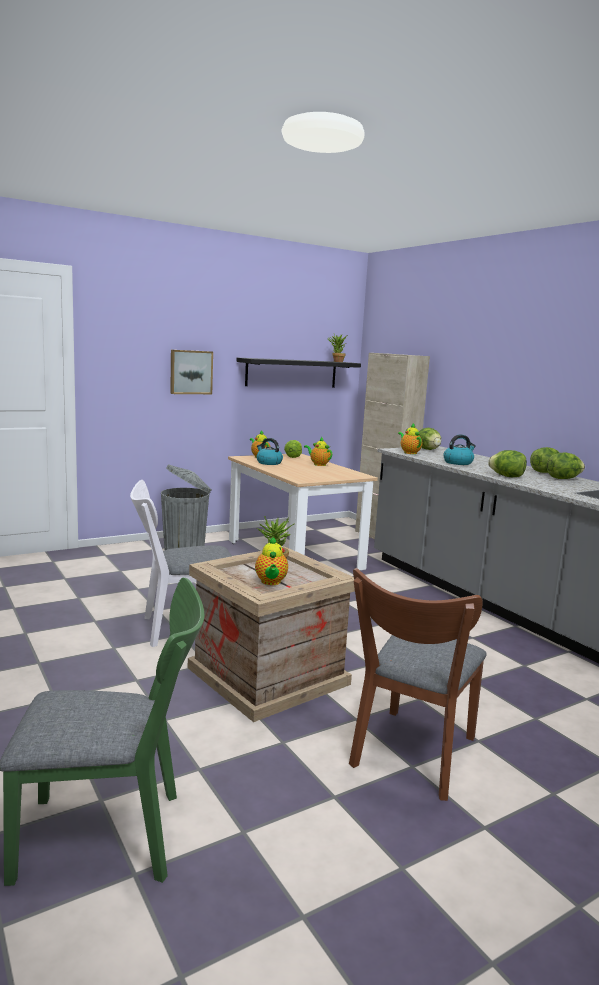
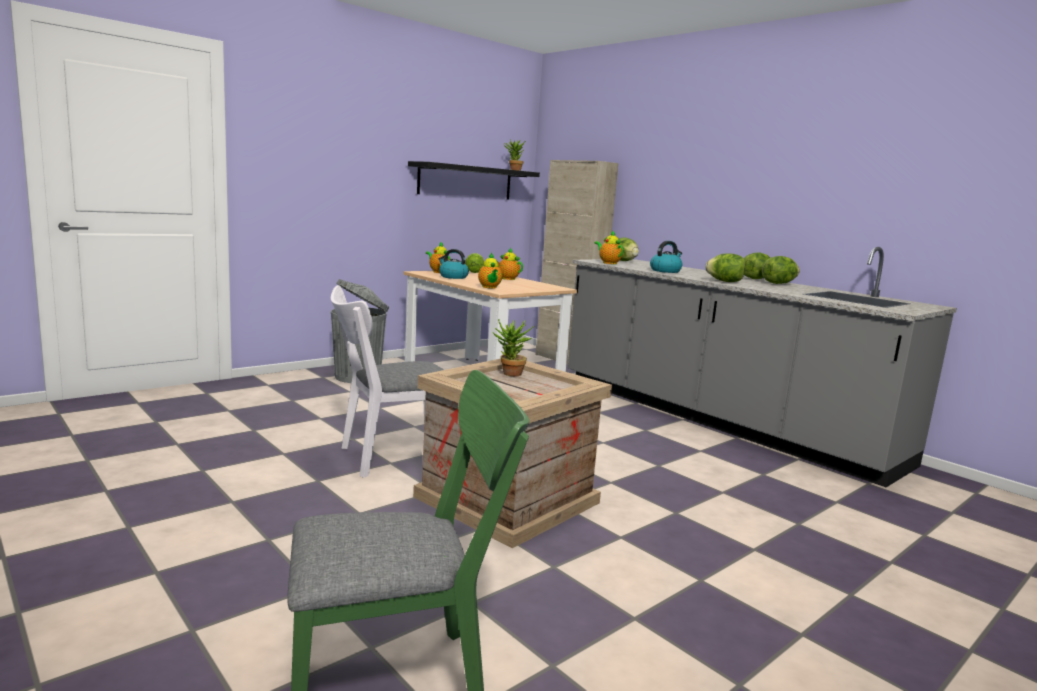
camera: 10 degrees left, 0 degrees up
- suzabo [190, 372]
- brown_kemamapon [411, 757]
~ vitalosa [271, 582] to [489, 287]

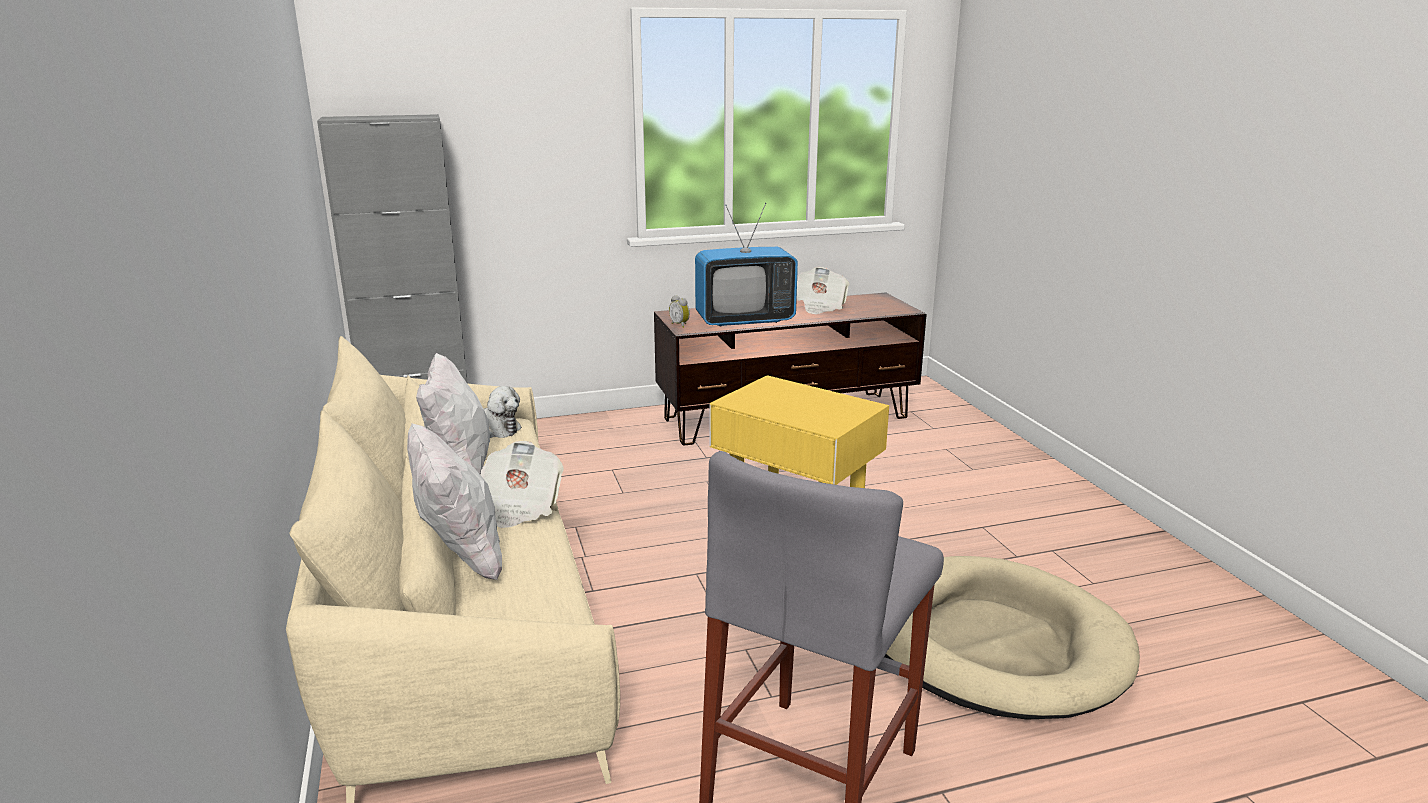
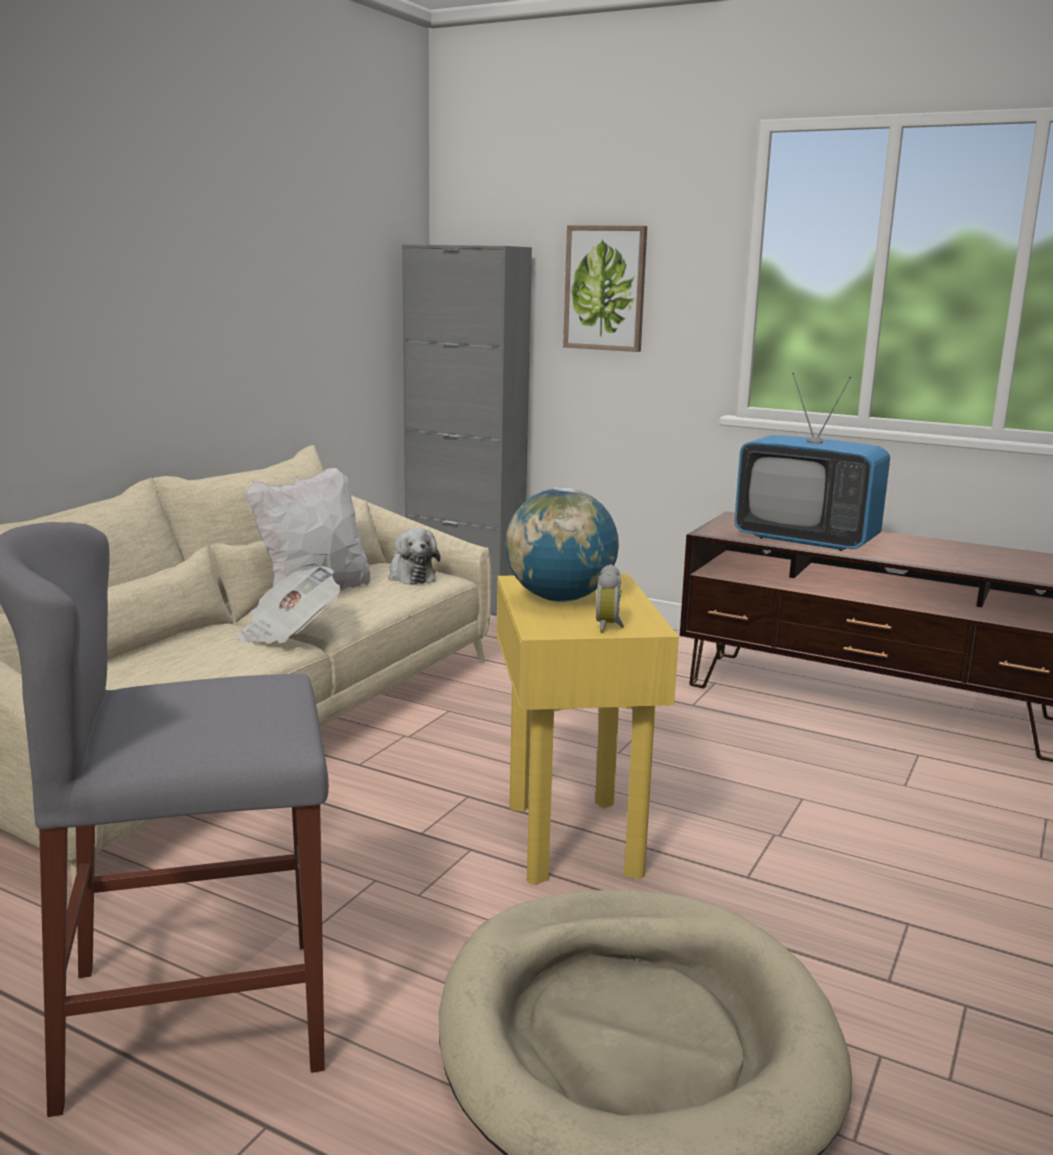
camera: 45 degrees right, 5 degrees down
- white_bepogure [461, 560]
- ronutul [819, 306]
+ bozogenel [560, 599]
+ suzabo [605, 288]
~ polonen [680, 325] to [610, 627]

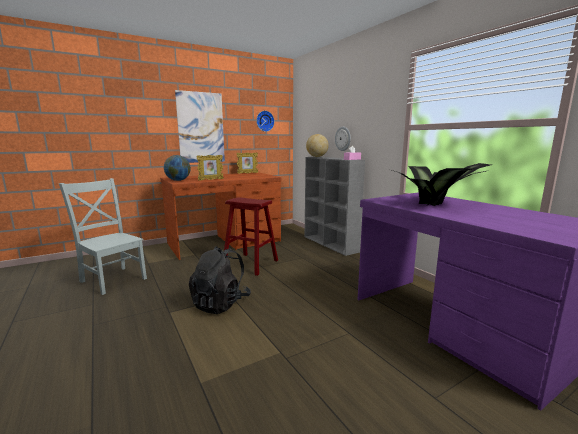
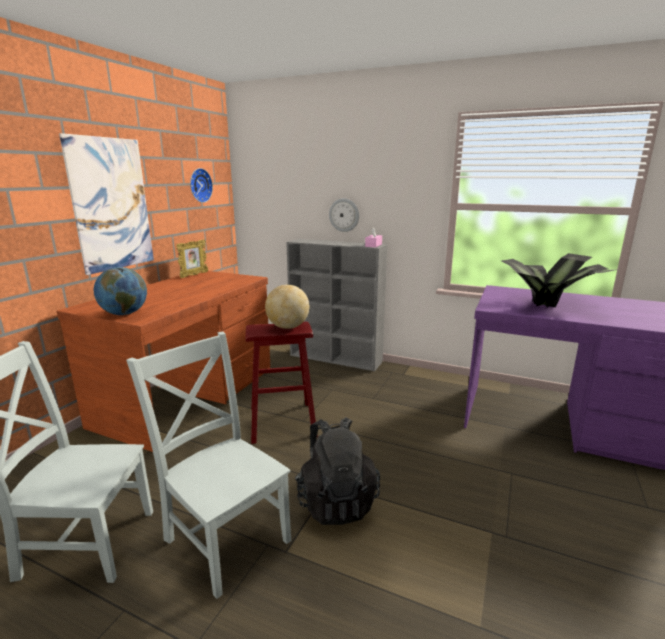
camera: 35 degrees left, 5 degrees up
- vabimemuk [211, 180]
+ grey_kemamapon [225, 536]
~ bozogenel [317, 156] to [288, 327]

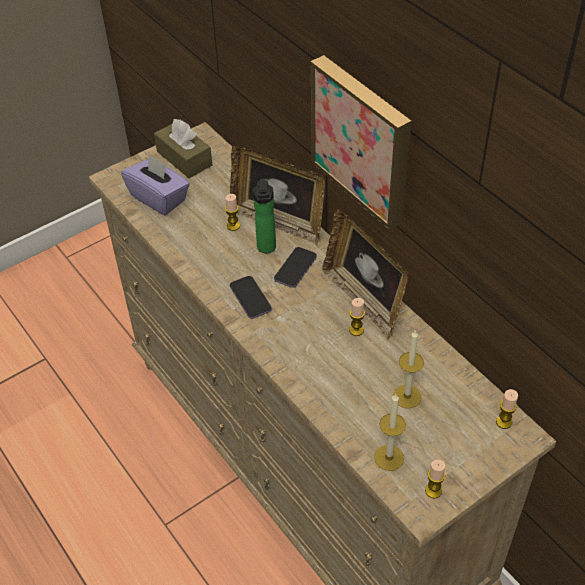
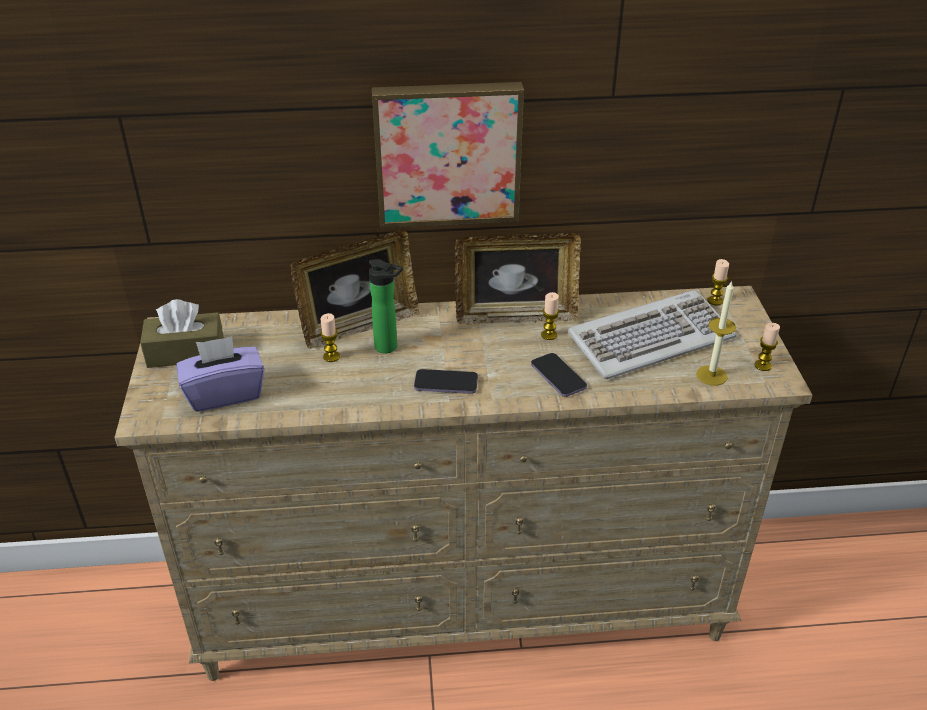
camera: 60 degrees left, 10 degrees down
~ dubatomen [295, 268] to [558, 376]
~ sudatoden [407, 396] to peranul [650, 338]

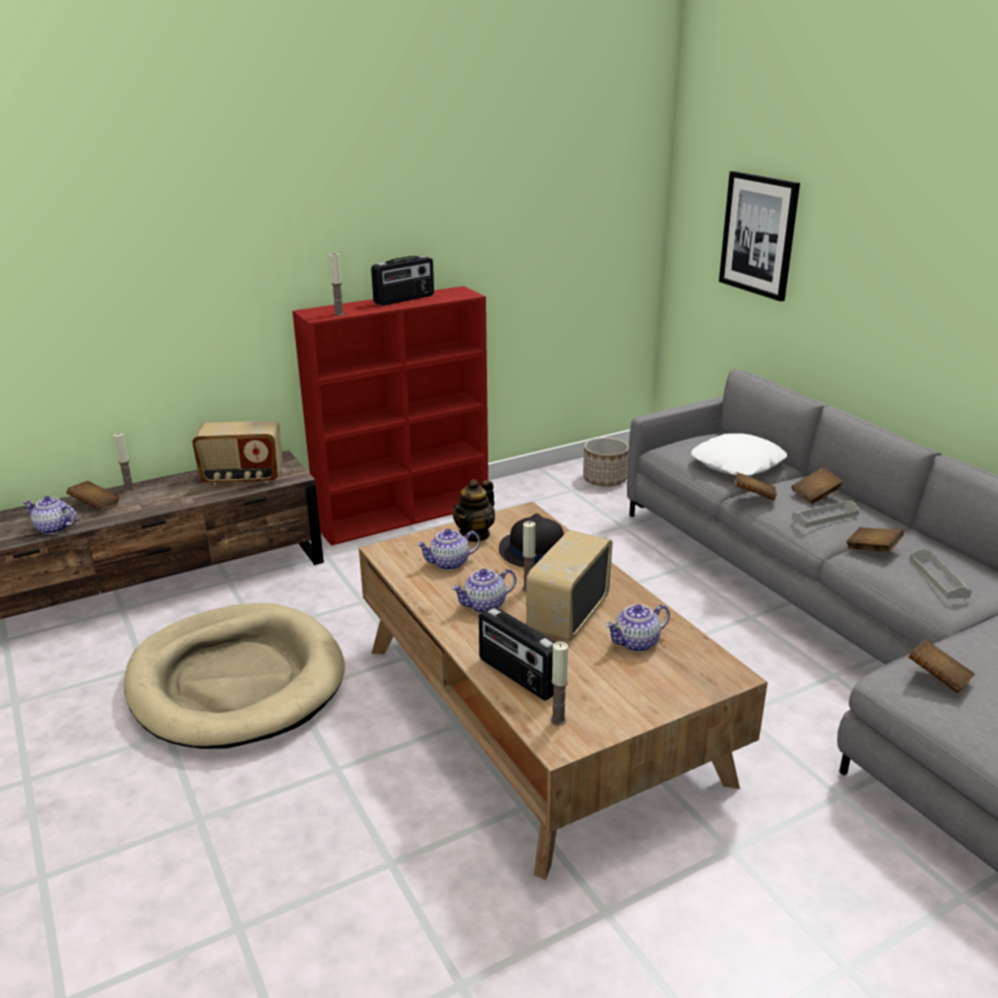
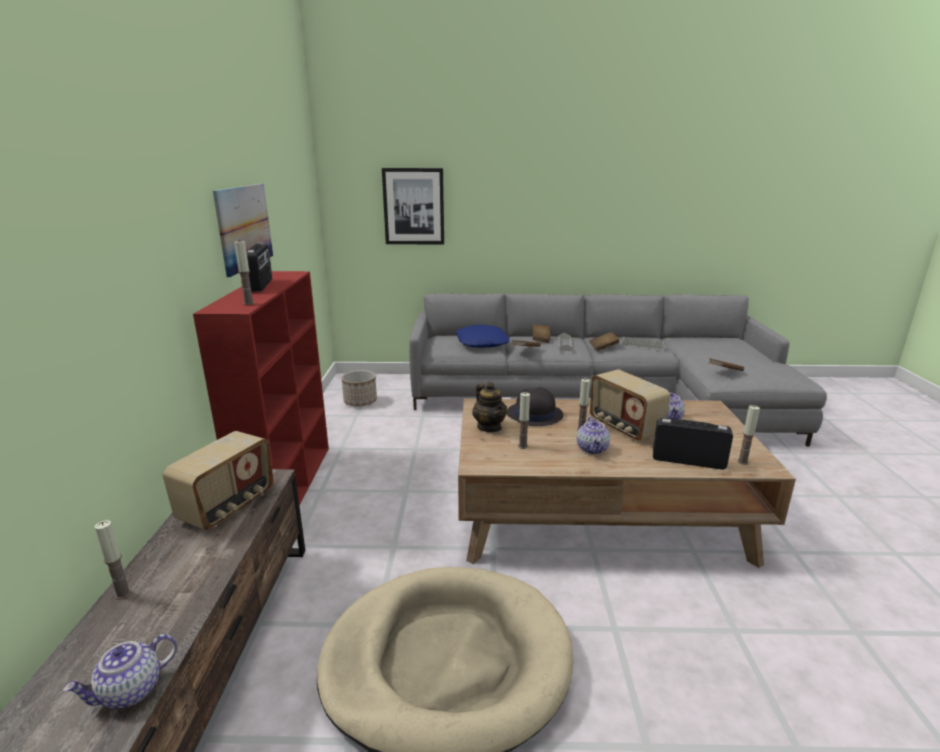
camera: 60 degrees left, 5 degrees down
- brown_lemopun [95, 505]
+ suzabo [244, 227]
~ vitalosa [449, 563] to sudatoden [523, 446]
~ white_bepogure [738, 464] to blue_bepogure [482, 342]
~ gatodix [518, 676] = [688, 461] 150 degrees counterclockwise

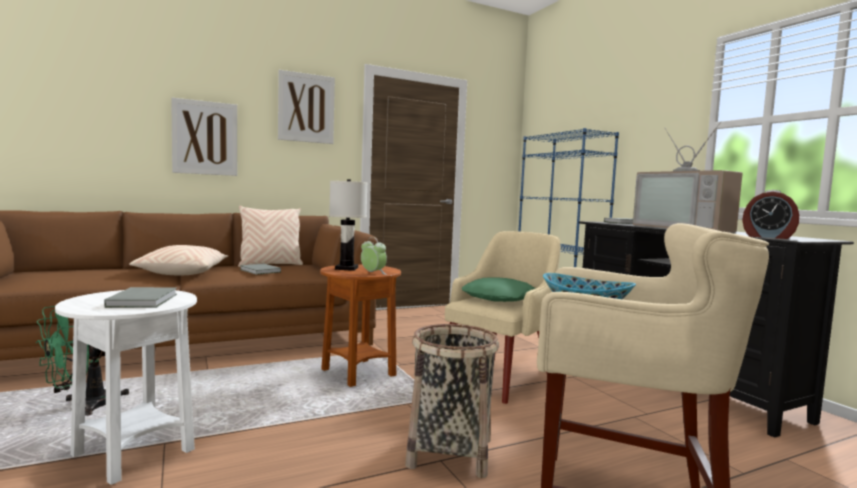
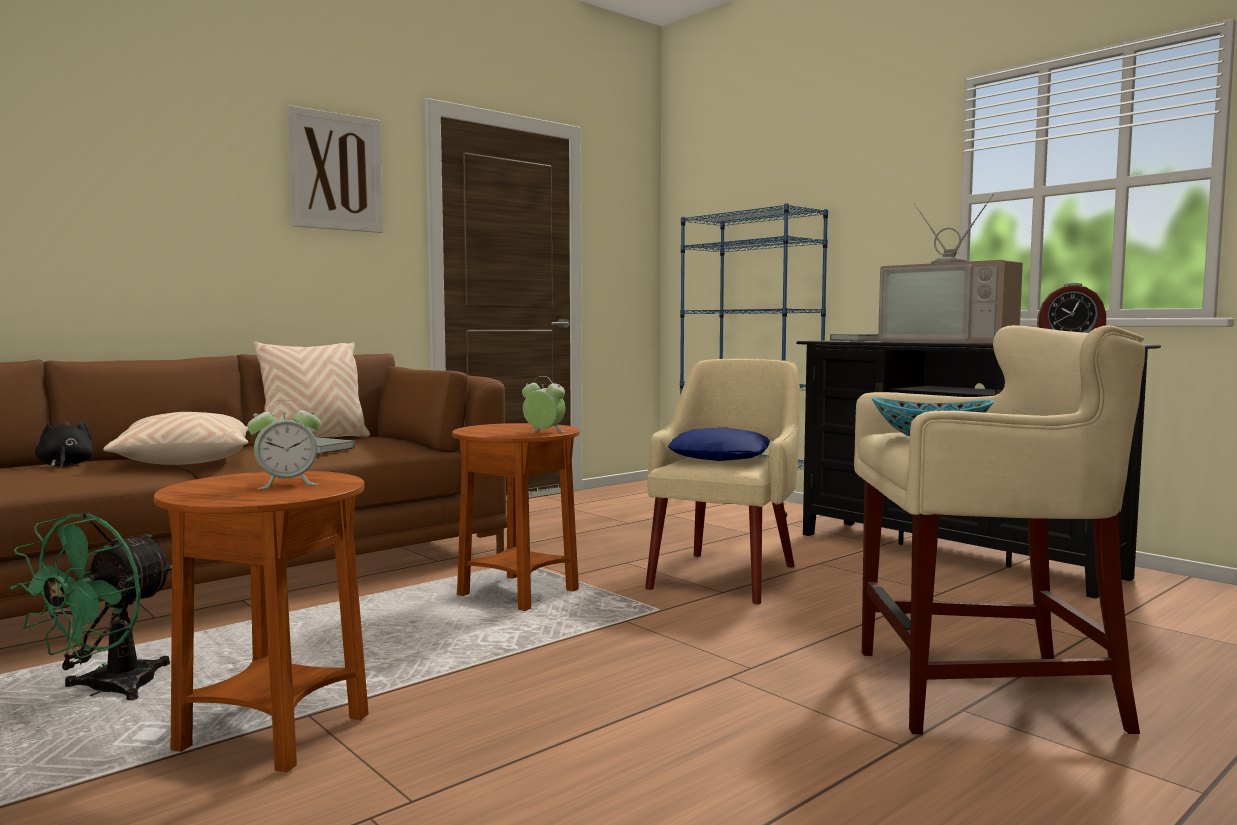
camera: 15 degrees left, 0 degrees up
- suzabo [205, 138]
- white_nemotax [347, 268]
- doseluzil [450, 453]
+ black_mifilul [65, 465]
~ grey_lemopun [144, 300] to polonen [287, 484]
~ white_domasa [133, 454] to brown_domasa [273, 734]
~ green_bepogure [499, 298] to blue_bepogure [721, 457]

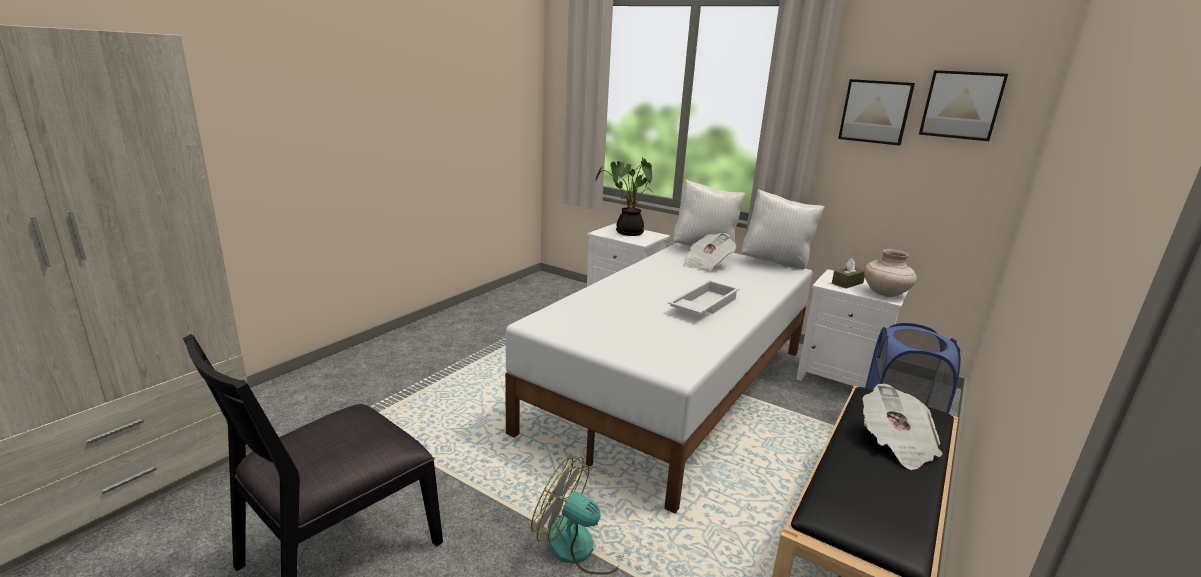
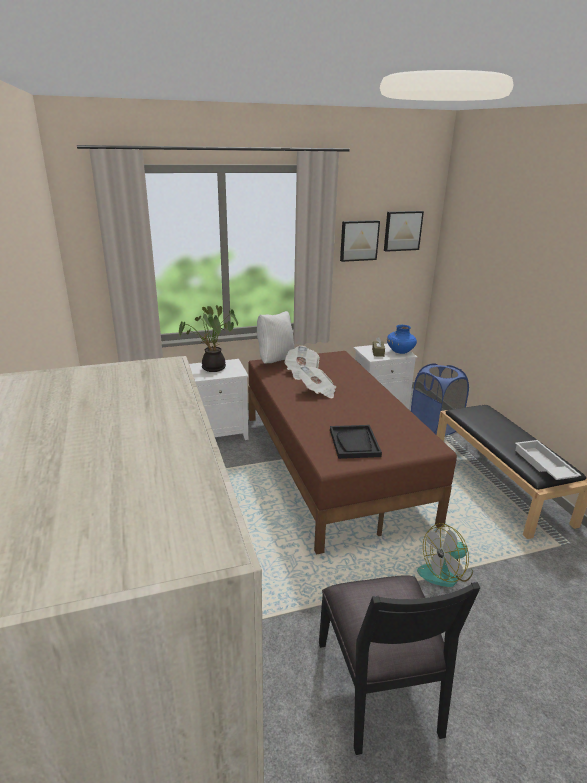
camera: 50 degrees left, 5 degrees up
- white_bepogure [776, 263]
+ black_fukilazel [354, 443]
~ white_fukilazel [702, 305] to [543, 465]
~ ronutul [896, 444] to [317, 391]
~ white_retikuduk [674, 388] to brown_retikuduk [332, 464]
~ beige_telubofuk [885, 293] to blue_telubofuk [400, 351]

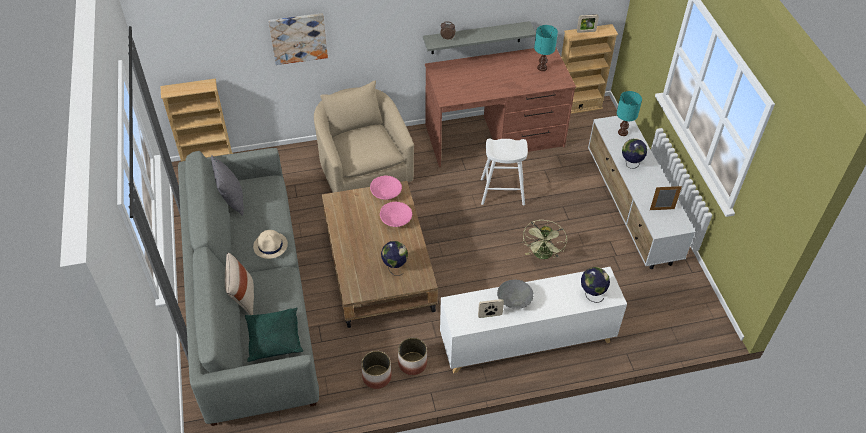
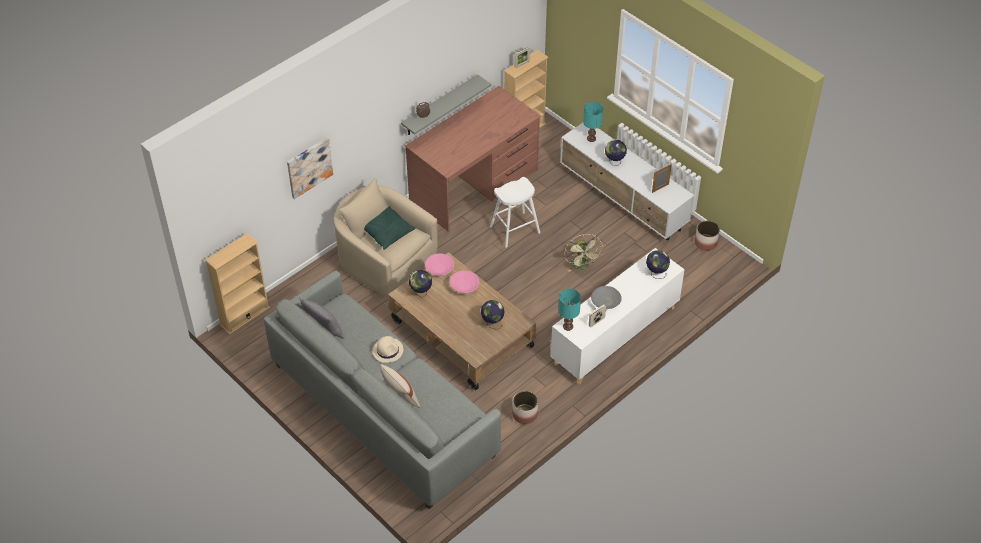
camera: 30 degrees left, 0 degrees up
+ bozogenel [421, 293]
~ green_bepogure [274, 339] to [387, 232]
~ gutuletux [412, 363] to [705, 242]
~ turquoise_nemotax [542, 68] to [568, 327]

